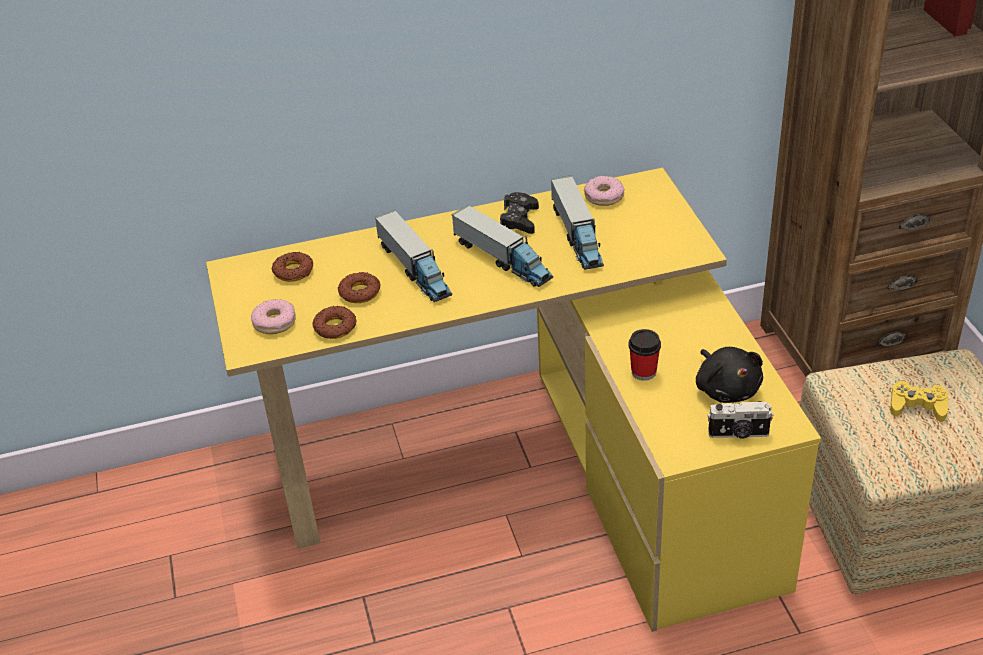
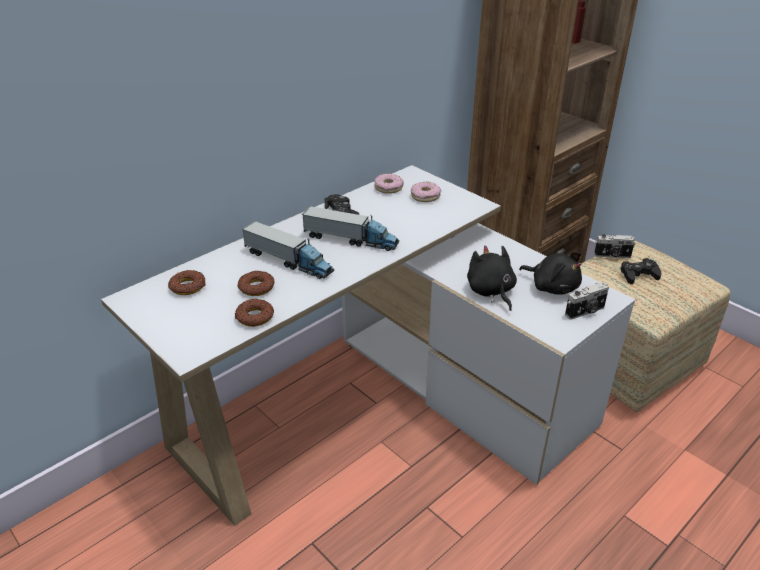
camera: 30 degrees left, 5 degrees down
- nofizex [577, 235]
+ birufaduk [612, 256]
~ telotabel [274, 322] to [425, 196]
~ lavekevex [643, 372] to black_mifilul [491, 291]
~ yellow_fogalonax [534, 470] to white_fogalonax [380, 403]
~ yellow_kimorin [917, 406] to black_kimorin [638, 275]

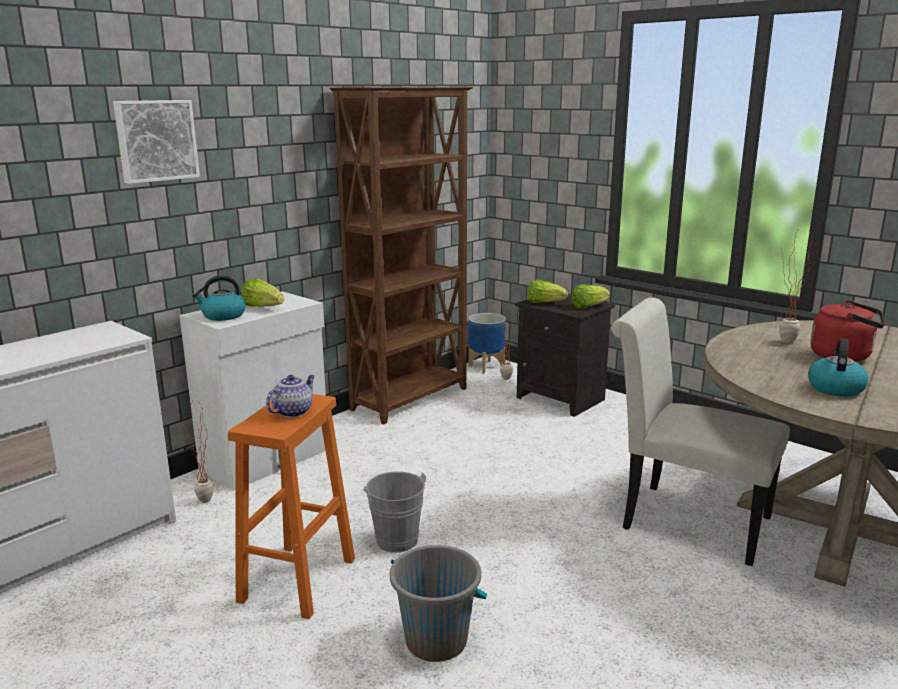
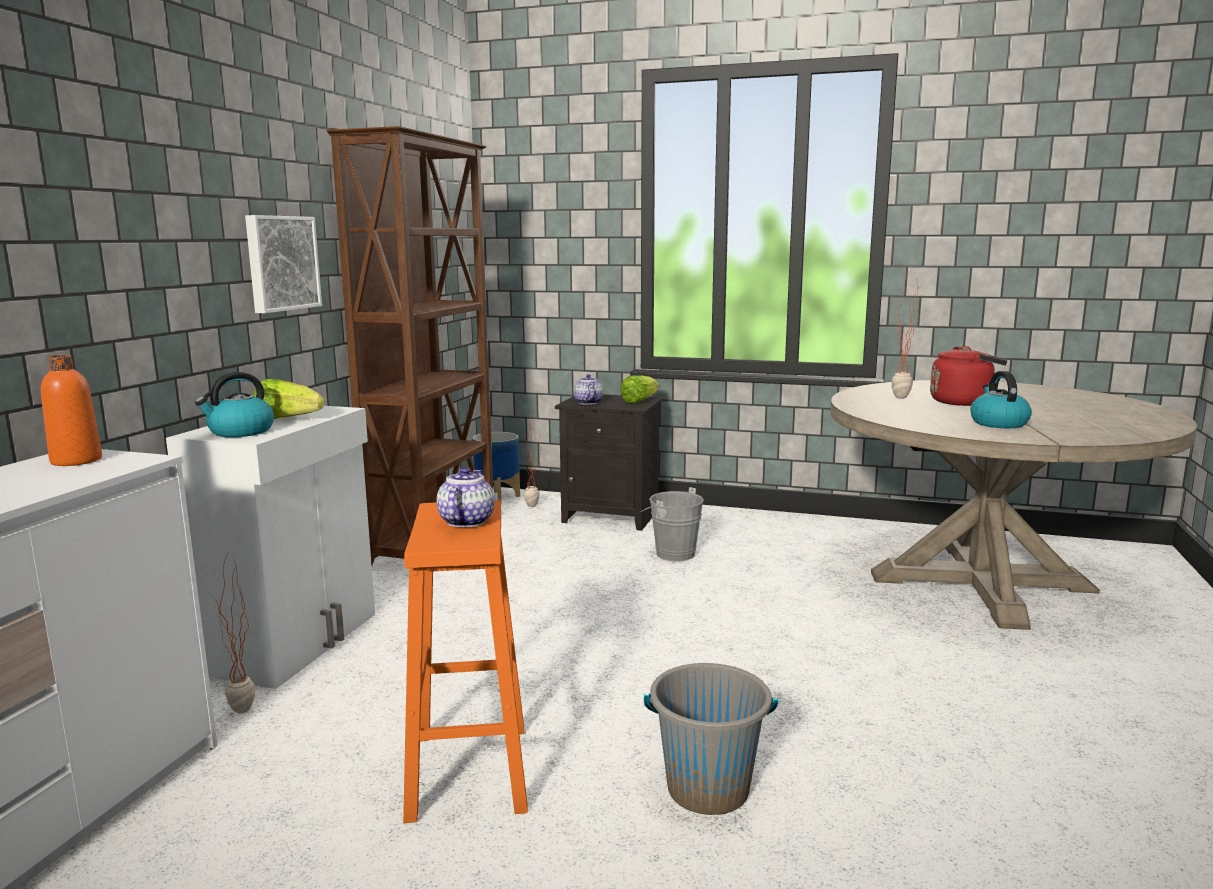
camera: 25 degrees left, 5 degrees down
- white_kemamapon [685, 520]
+ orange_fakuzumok [76, 461]
~ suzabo [156, 140] to [281, 263]
~ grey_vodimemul [395, 538] to [671, 553]
~ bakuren [544, 303] to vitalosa [588, 402]

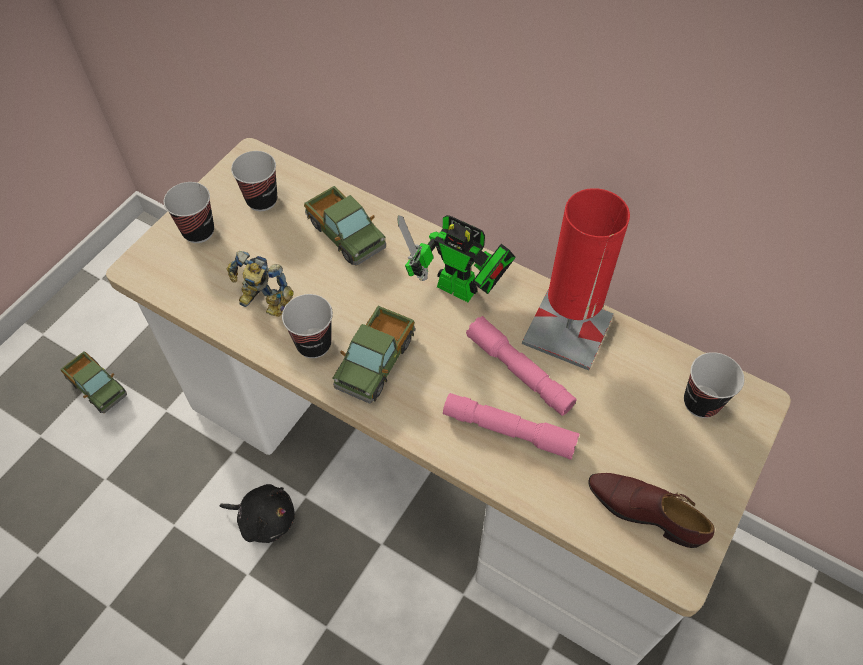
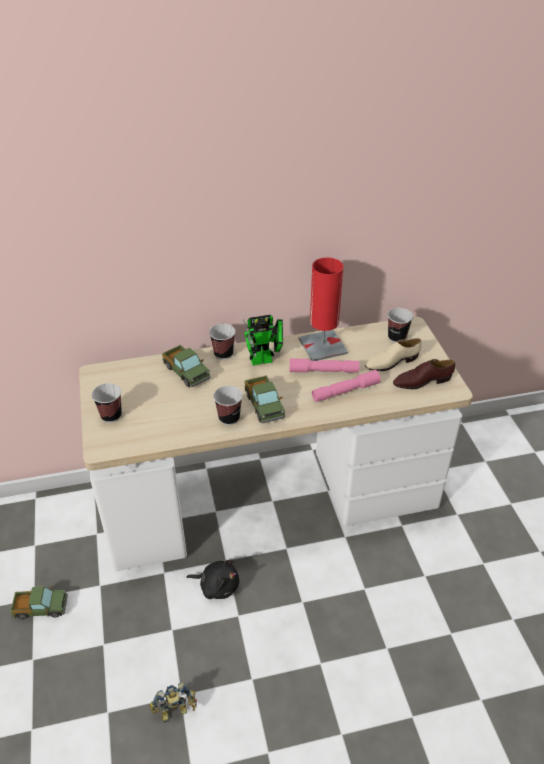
camera: 45 degrees left, 15 degrees down
+ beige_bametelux [391, 362]
~ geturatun [262, 304] to [175, 712]
~ lavekevex [262, 200] to [223, 354]
~ black_mifilul [264, 519] = [217, 586] 45 degrees clockwise
~ nofizex [345, 235] = [186, 372] 45 degrees clockwise

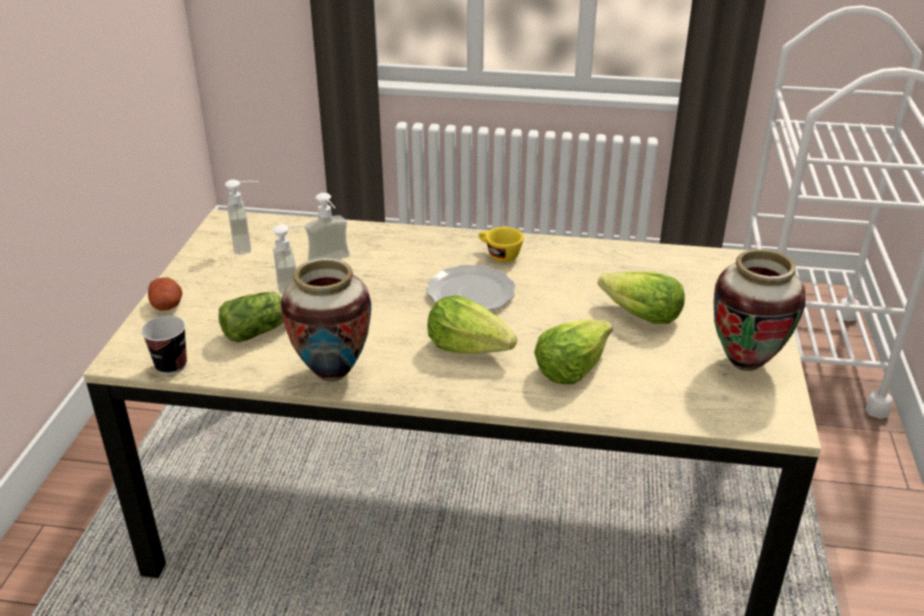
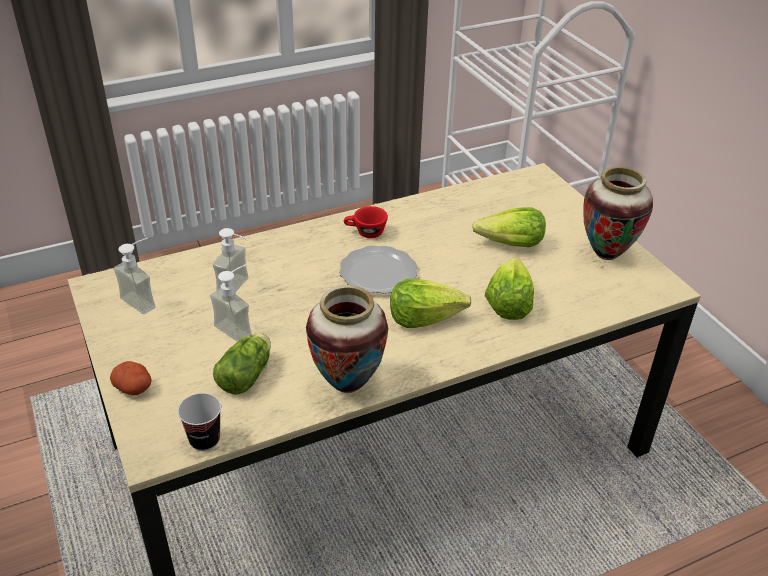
camera: 35 degrees left, 5 degrees up
~ yellow_lavekevex [498, 255] to red_lavekevex [365, 233]

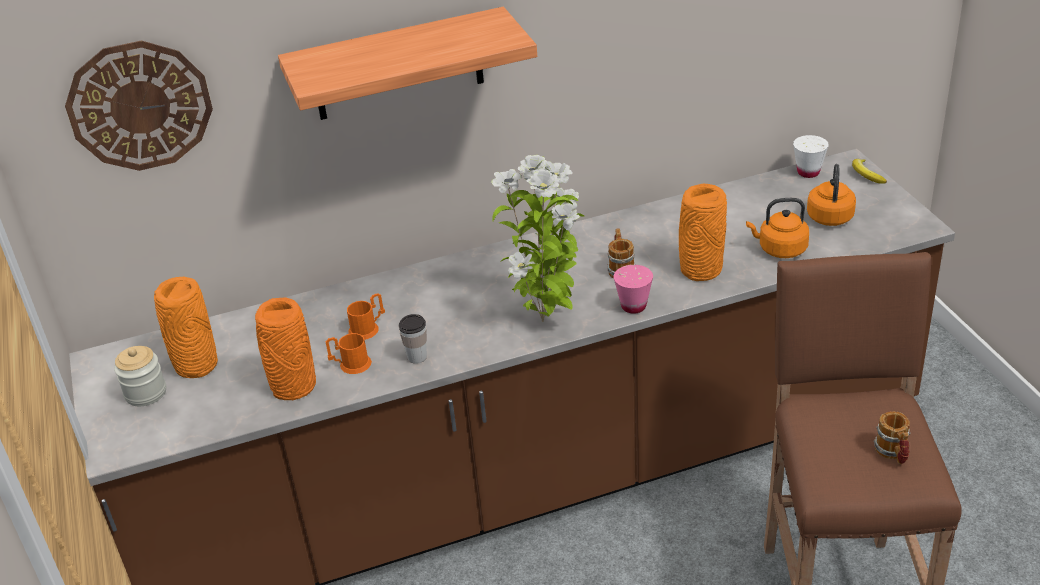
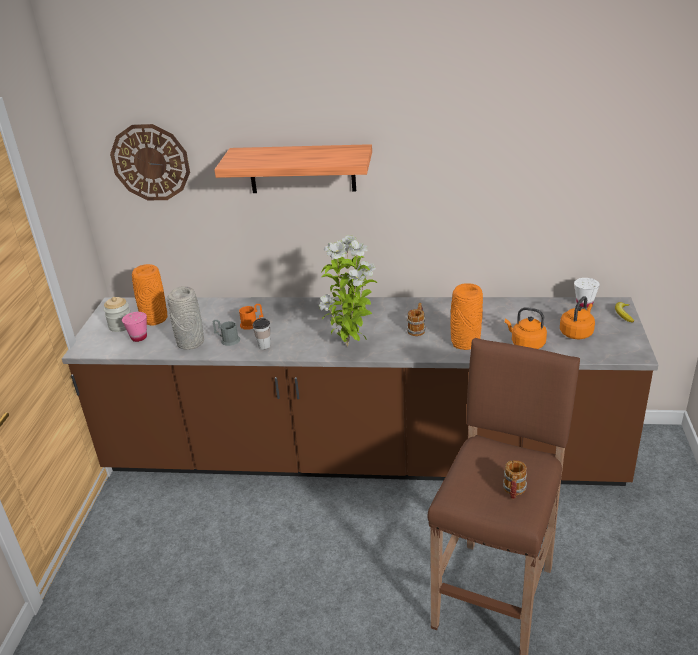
camera: 25 degrees right, 5 degrees down
~ pink_lavekevex [633, 306] to [139, 337]
~ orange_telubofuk [292, 386] to grey_telubofuk [190, 342]
~ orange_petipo [350, 365] to grey_petipo [227, 340]

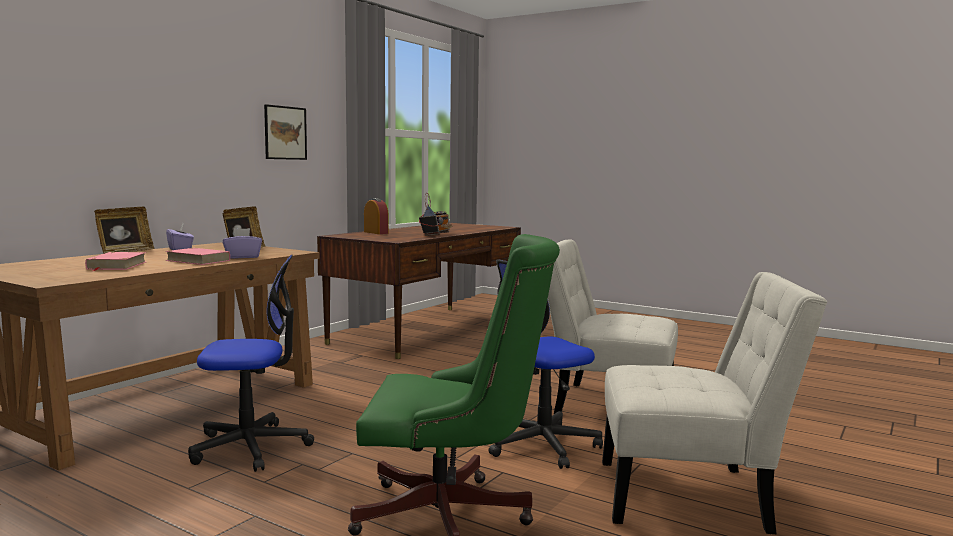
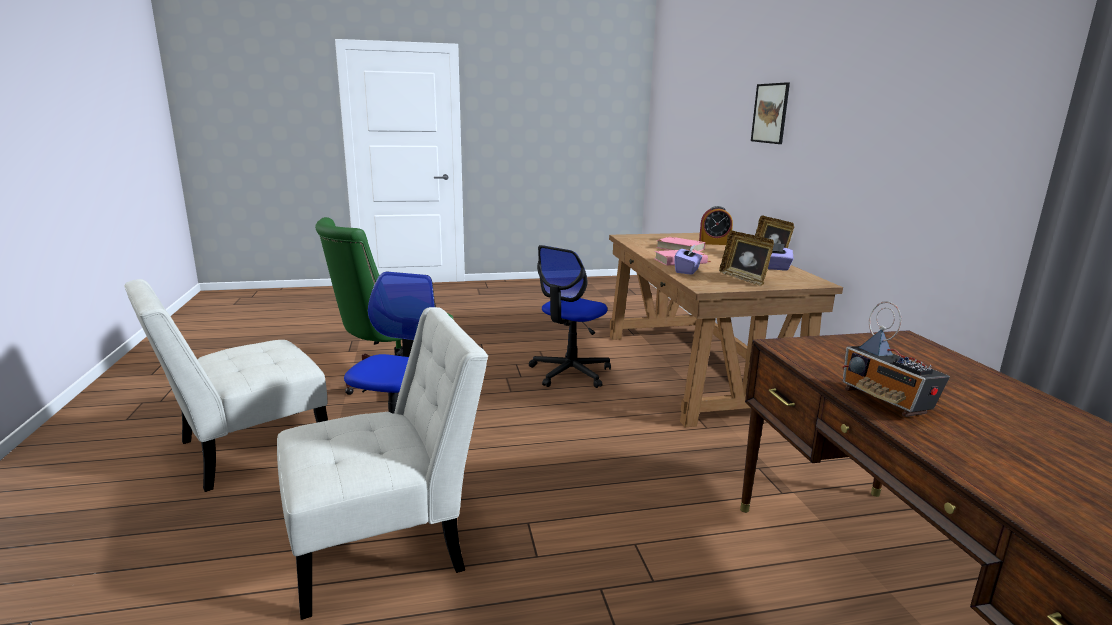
camera: 135 degrees right, 10 degrees up
~ suzabo [285, 133] to [770, 113]
~ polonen [376, 232] to [714, 243]

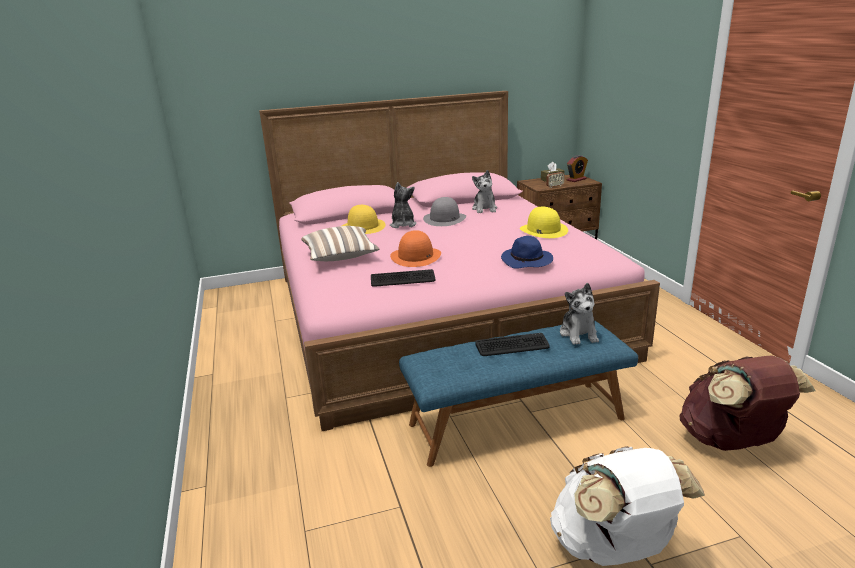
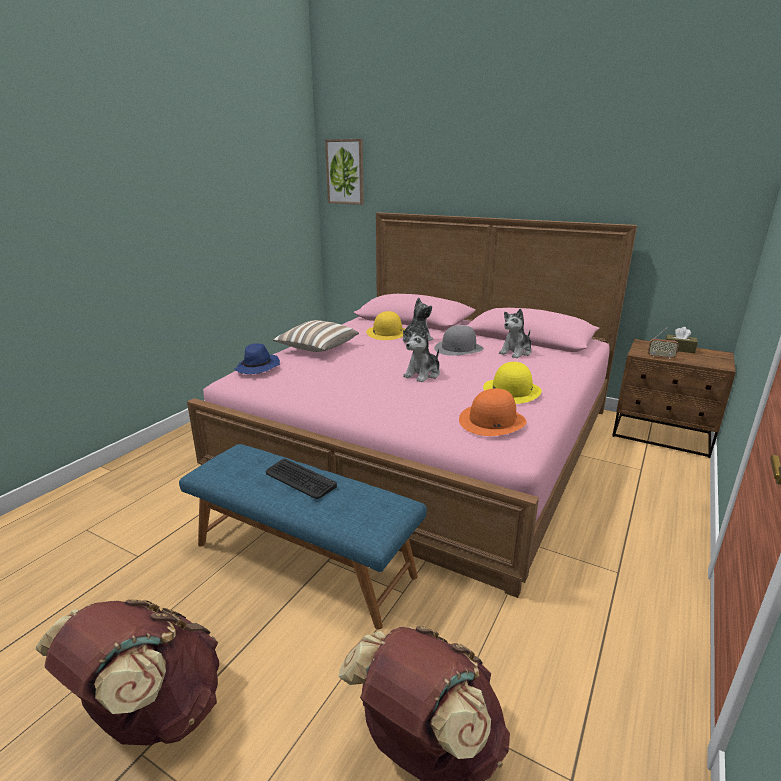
camera: 45 degrees right, 0 degrees up
- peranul [402, 279]
- polonen [576, 179]
+ suzabo [345, 172]
~ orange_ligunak [416, 256] to [492, 421]
~ blue_ligunak [527, 261] to [258, 368]
~ mifilul [578, 334] to [423, 374]
~ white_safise [614, 548] to brown_safise [152, 713]

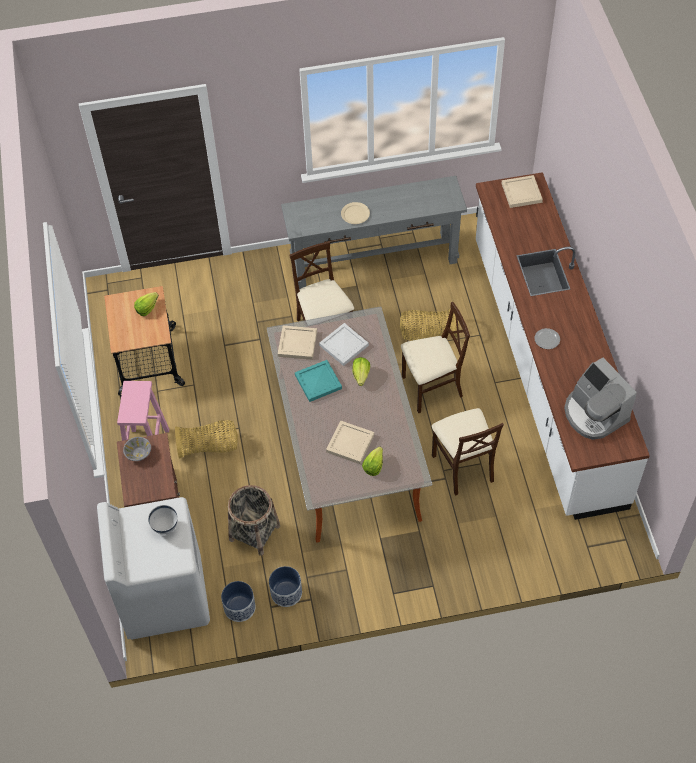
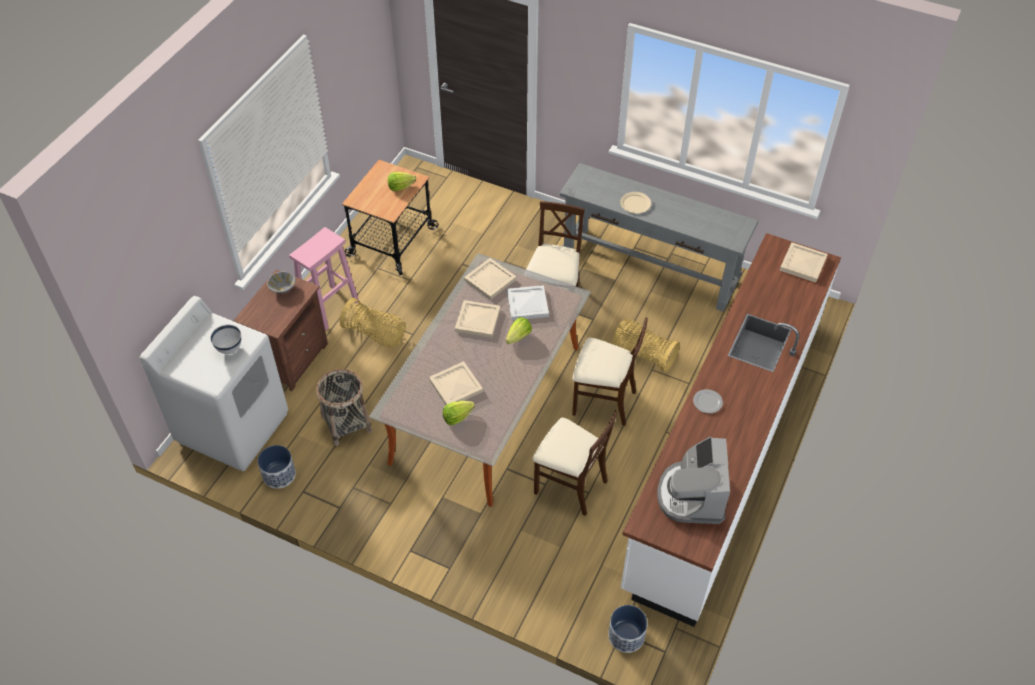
camera: 35 degrees right, 5 degrees down
~ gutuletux [286, 593] to [626, 636]
~ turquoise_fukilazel [318, 382] to beige_fukilazel [477, 320]
~ beige_kemamapon [463, 467] = [570, 485] 75 degrees counterclockwise

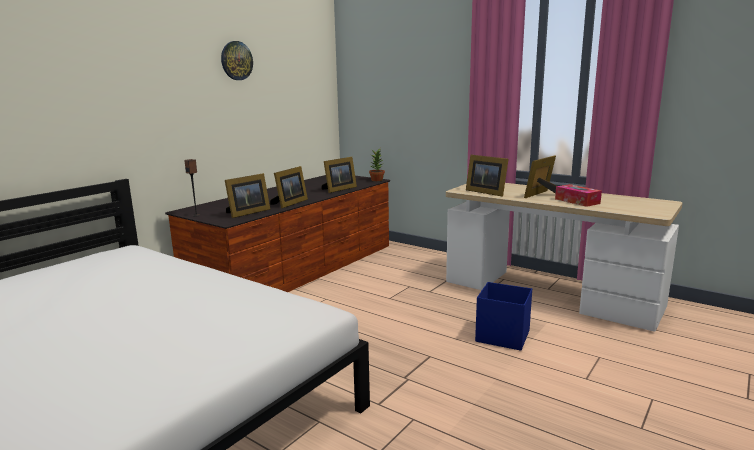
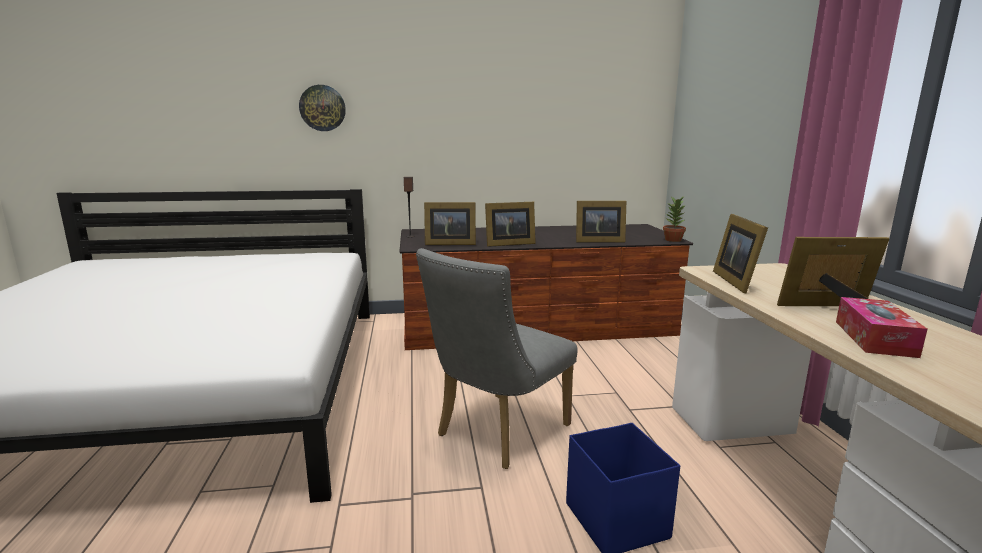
camera: 45 degrees right, 0 degrees up
+ grey_kemamapon [496, 434]
~ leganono [236, 60] to [322, 108]

